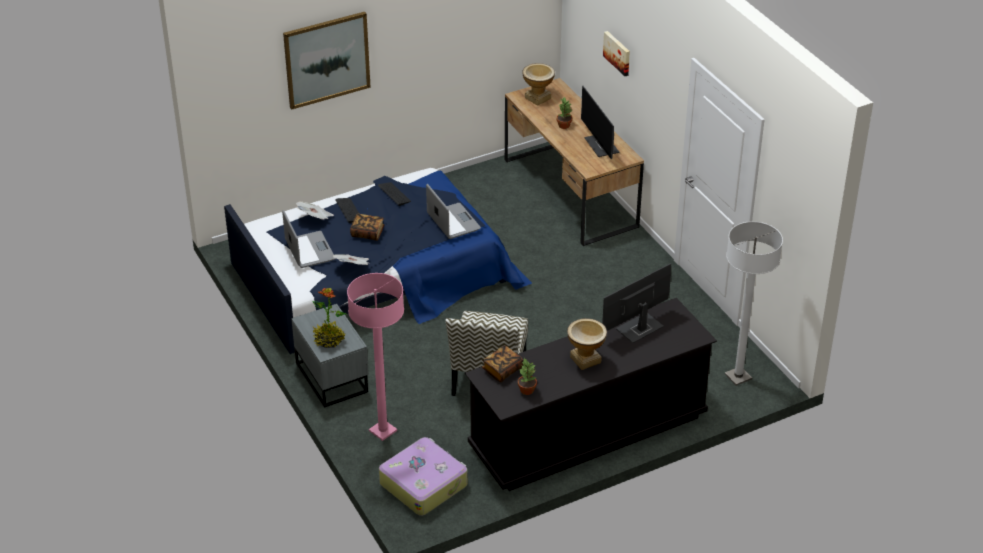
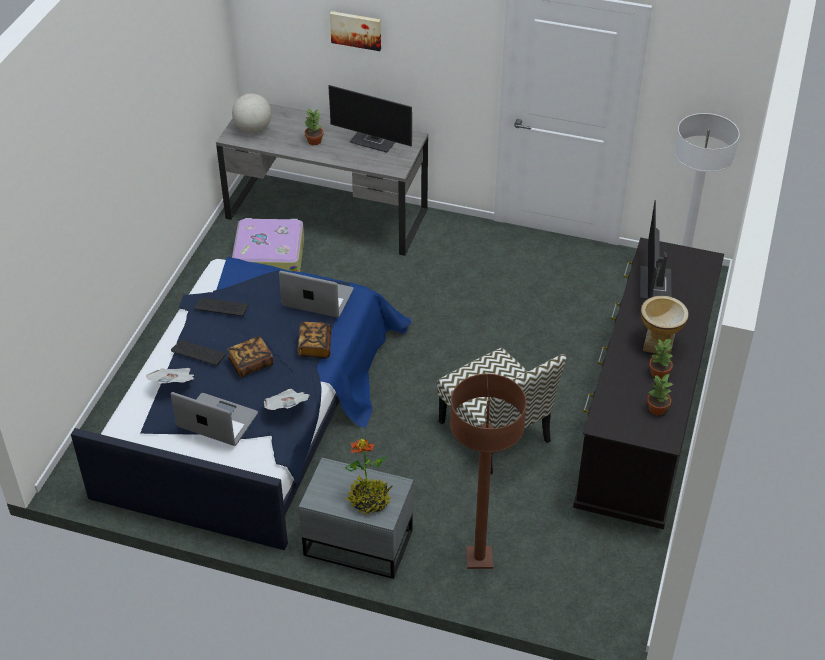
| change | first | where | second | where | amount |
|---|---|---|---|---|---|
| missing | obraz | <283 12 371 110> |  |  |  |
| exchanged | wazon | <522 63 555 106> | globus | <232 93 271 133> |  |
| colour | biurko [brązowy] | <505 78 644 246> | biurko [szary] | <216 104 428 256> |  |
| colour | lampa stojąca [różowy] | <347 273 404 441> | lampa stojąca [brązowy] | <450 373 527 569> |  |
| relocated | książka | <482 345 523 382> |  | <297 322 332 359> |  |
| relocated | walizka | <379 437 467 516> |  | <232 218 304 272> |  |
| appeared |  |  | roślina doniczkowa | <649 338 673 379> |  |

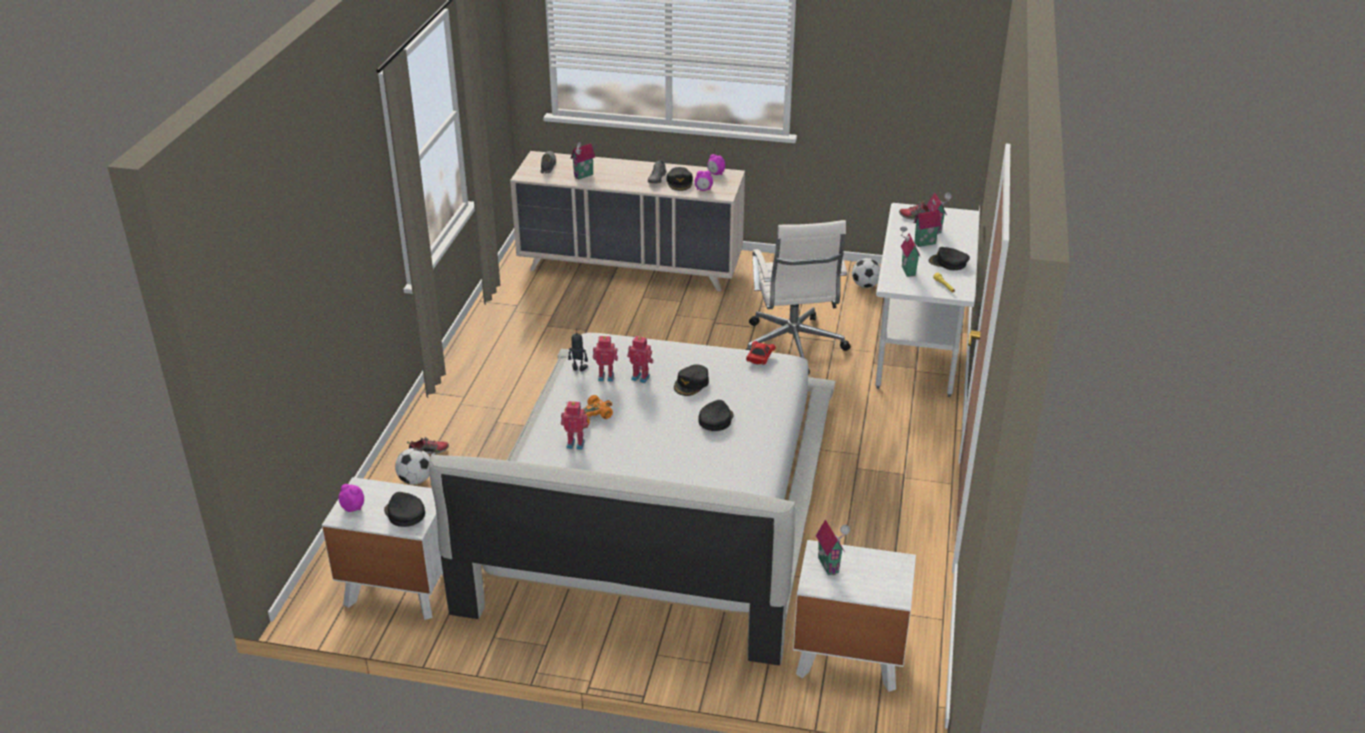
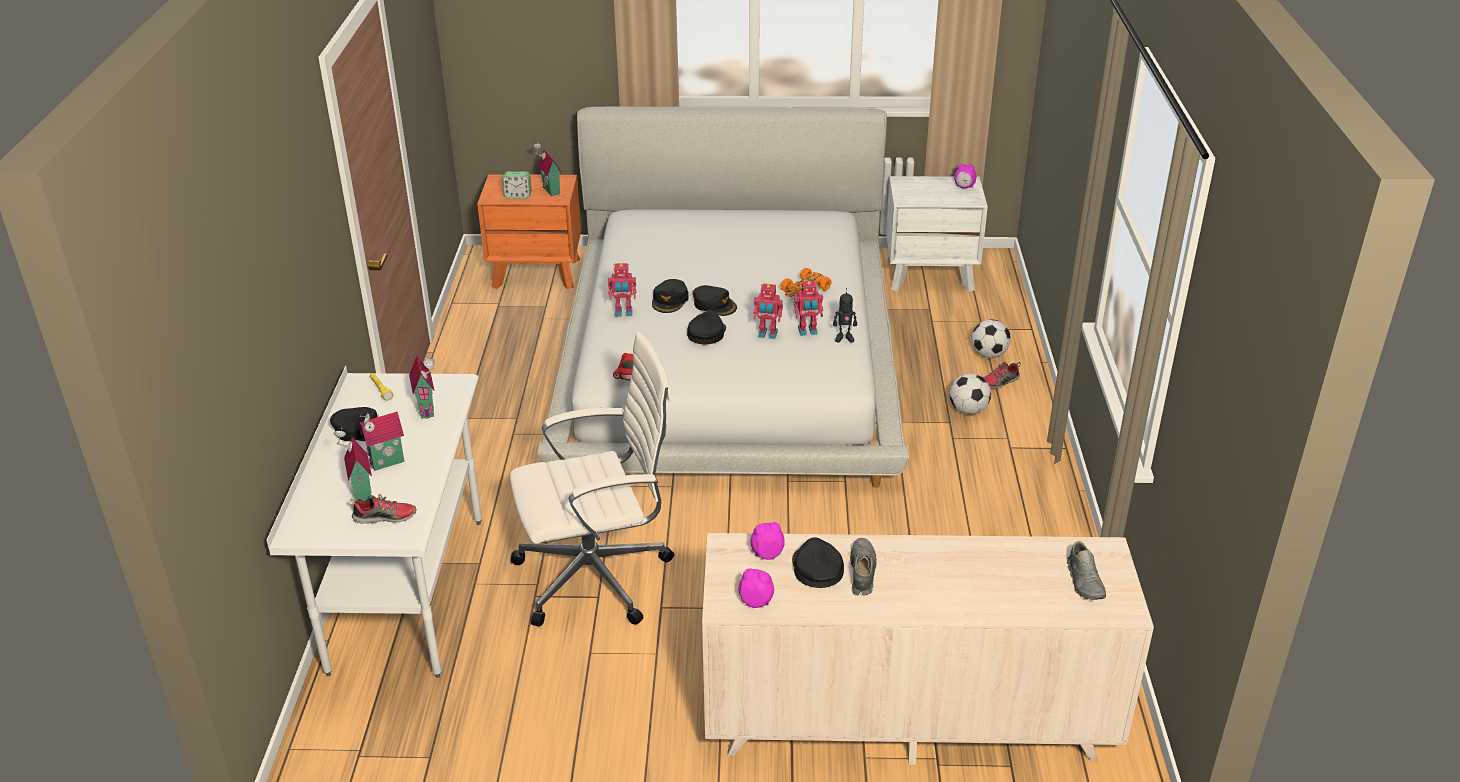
| change | first | where | second | where | amount |
|---|---|---|---|---|---|
| missing | domek | <570 142 595 180> |  |  |  |
| spun | krzesło biurowe [biały] | <745 220 850 375> |  | <509 332 674 627> | 90 degrees clockwise |
| relocated | piłka futbolowa | <852 258 880 288> |  | <949 373 991 415> |  |
| relocated | robot zabawkowy | <561 401 588 450> |  | <608 263 636 317> |  |
| relocated | czapka z daszkiem [czarny] | <384 492 425 527> |  | <693 285 737 316> |  |
| colour | szafka nocna [biały] | <793 540 916 692> | szafka nocna [pomarańczowy] | <477 174 581 289> |  |
| appeared |  |  | budzik | <502 171 531 199> |  |

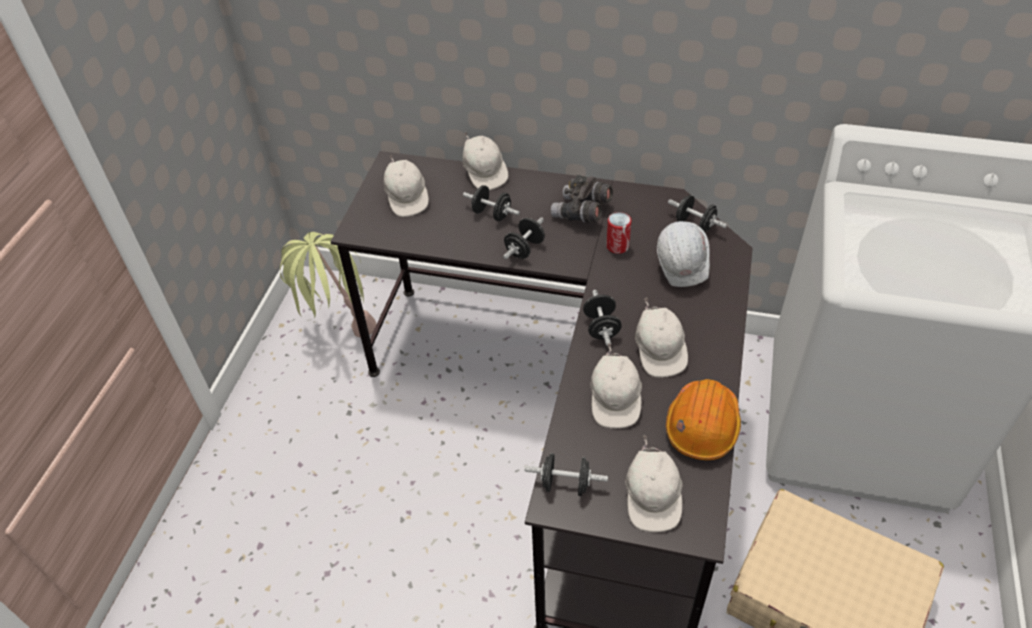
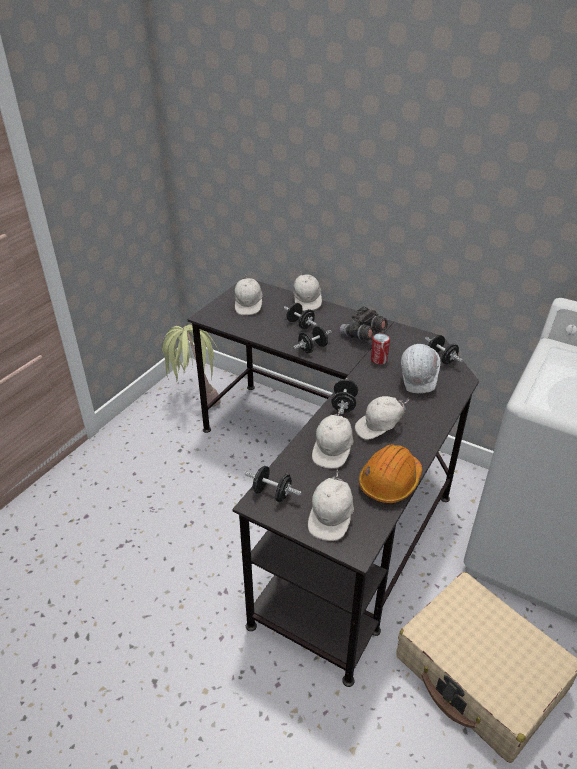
| change | first | where | second | where | amount |
|---|---|---|---|---|---|
| spun | czapka z daszkiem [biały] | <635 298 688 378> |  | <355 396 409 440> | 60 degrees clockwise |

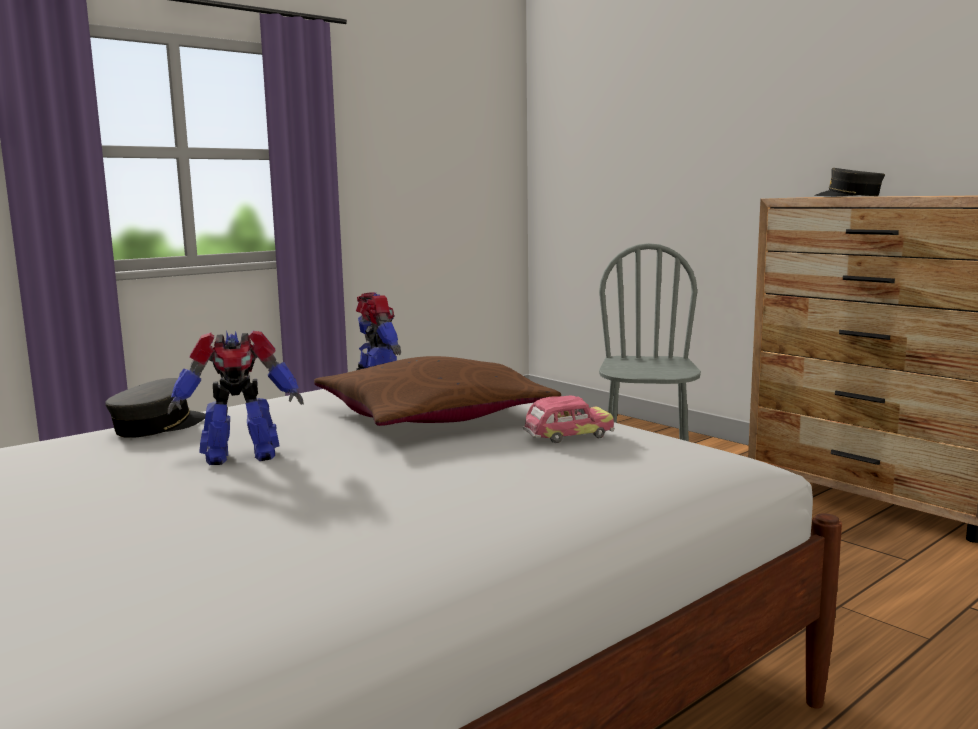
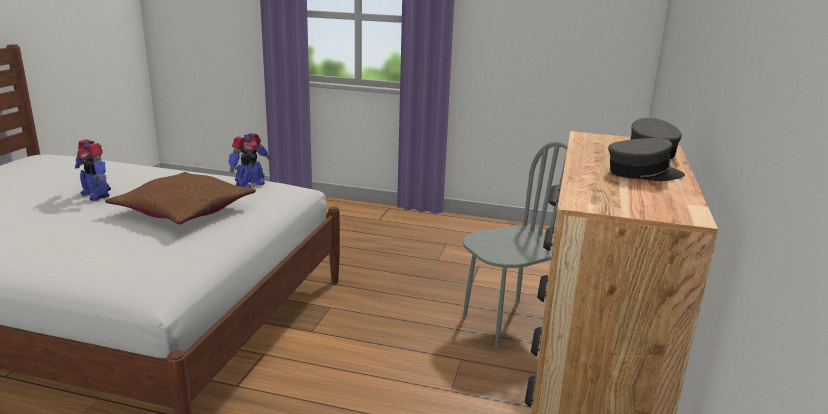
| change | first | where | second | where | amount |
|---|---|---|---|---|---|
| relocated | czapka z daszkiem [szary] | <105 378 206 438> |  | <608 138 685 181> |  |
| missing | samochodzik | <523 396 615 443> |  |  |  |

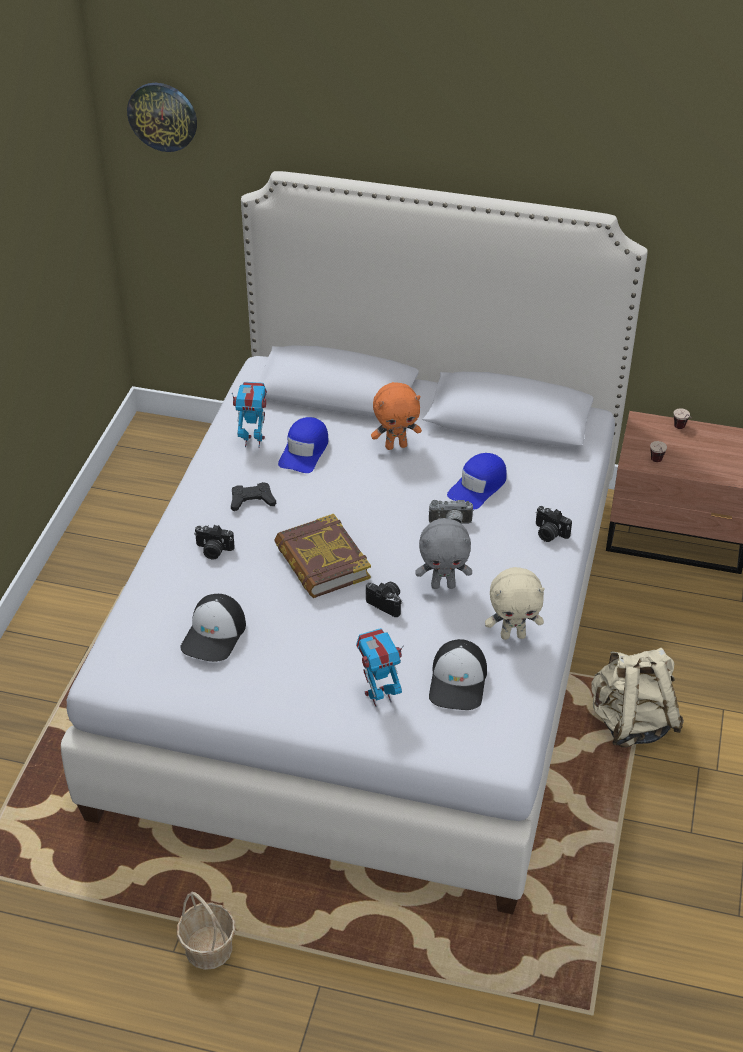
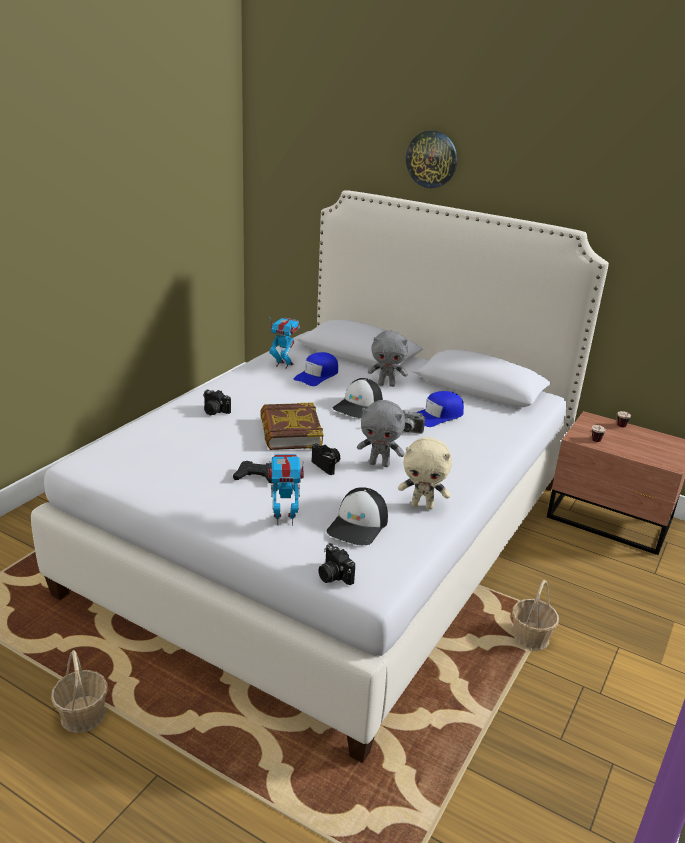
| change | first | where | second | where | amount |
|---|---|---|---|---|---|
| relocated | zegar ścienny | <127 83 197 152> |  | <406 130 457 188> |  |
| colour | pluszak [pomarańczowy] | <371 382 422 450> | pluszak [szary] | <368 331 408 387> |  |
| relocated | pad do gier [czarny] | <231 482 276 511> |  | <233 461 273 484> |  |
| relocated | aparat fotograficzny | <535 506 572 542> |  | <318 543 355 585> |  |
| relocated | czapka z daszkiem | <180 594 246 662> |  | <333 378 383 418> |  |
| exchanged | plecak [beżowy] | <591 648 684 747> | koszyk | <512 580 559 651> |  |

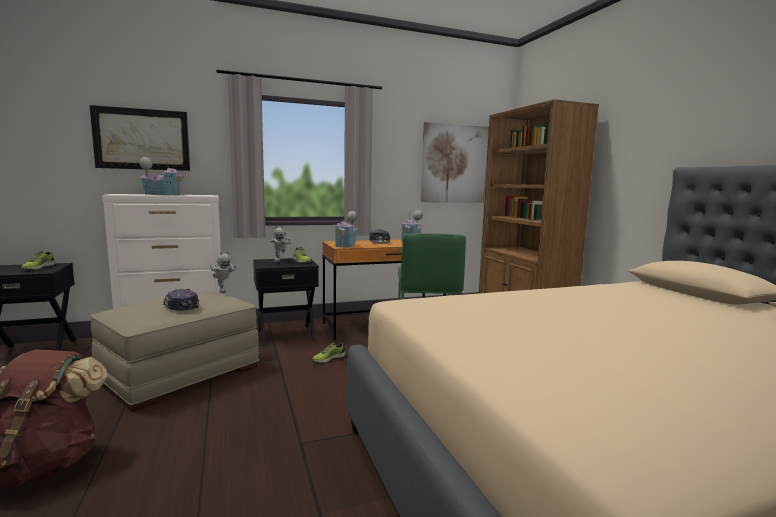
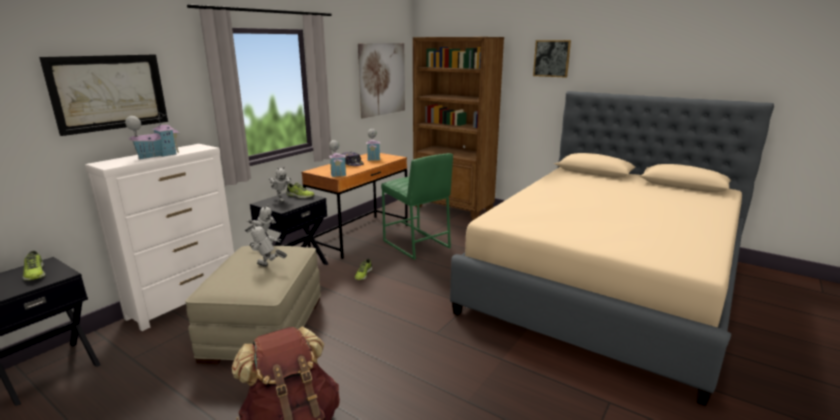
| change | first | where | second | where | amount |
|---|---|---|---|---|---|
| exchanged | czapka z daszkiem | <163 288 199 311> | robot zabawkowy | <249 223 287 267> |  |
| appeared |  |  | obraz | <533 40 571 78> |  |

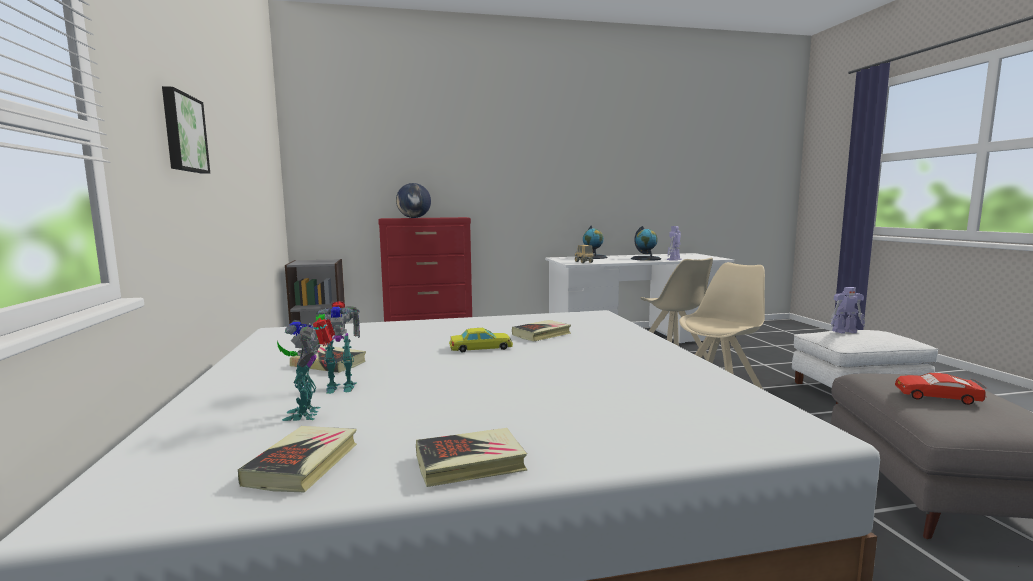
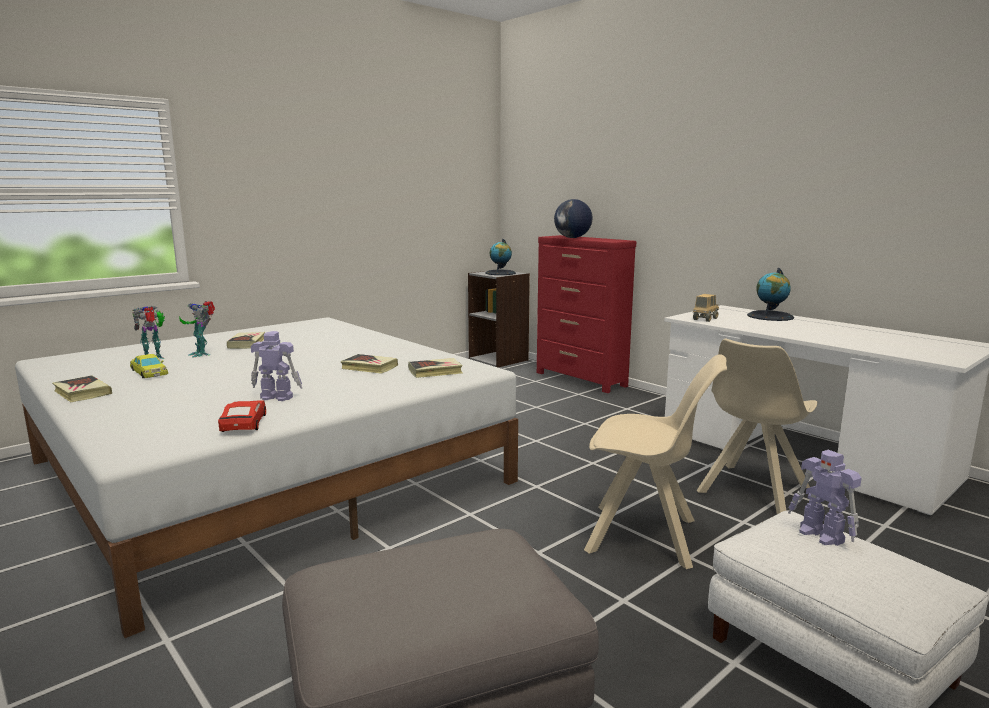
| change | first | where | second | where | amount |
|---|---|---|---|---|---|
| missing | obraz | <162 86 210 173> |  |  |  |
| relocated | globus | <631 226 661 261> |  | <485 239 516 275> |  |
| relocated | robot zabawkowy | <667 226 681 261> |  | <251 331 302 401> |  |
| relocated | samochodzik [żółty] | <449 328 513 352> |  | <130 354 168 378> |  |
| relocated | samochodzik [czerwony] | <895 373 988 405> |  | <218 400 266 432> |  |
| relocated | książka | <238 426 357 493> |  | <408 358 462 378> |  |

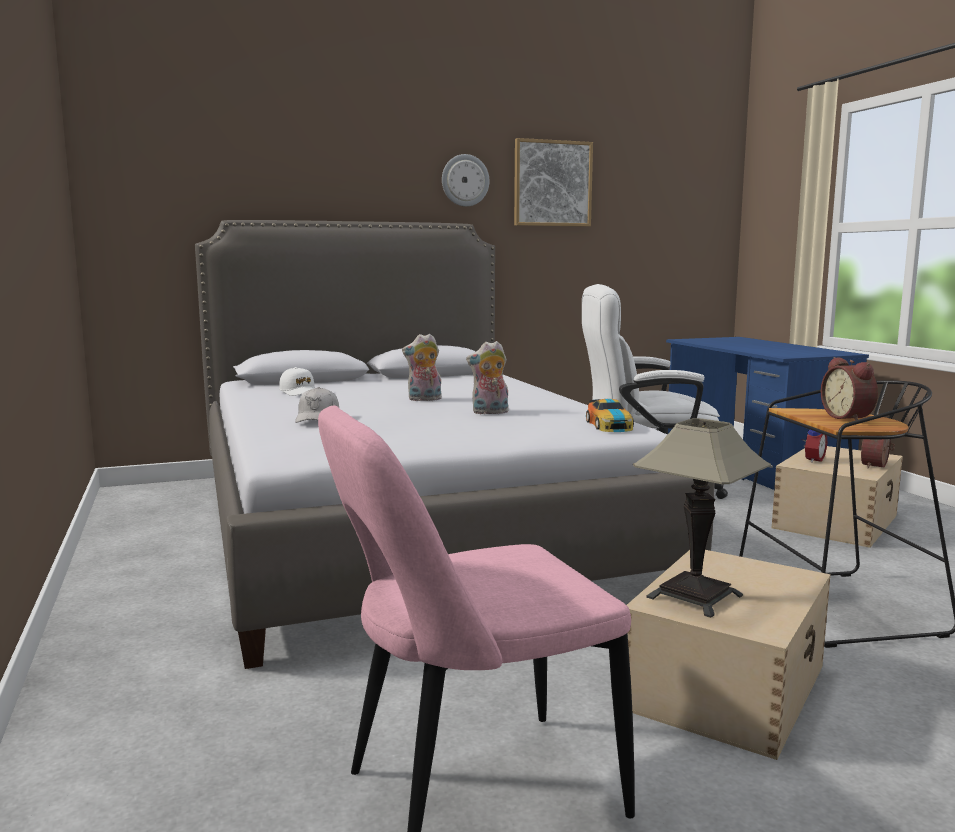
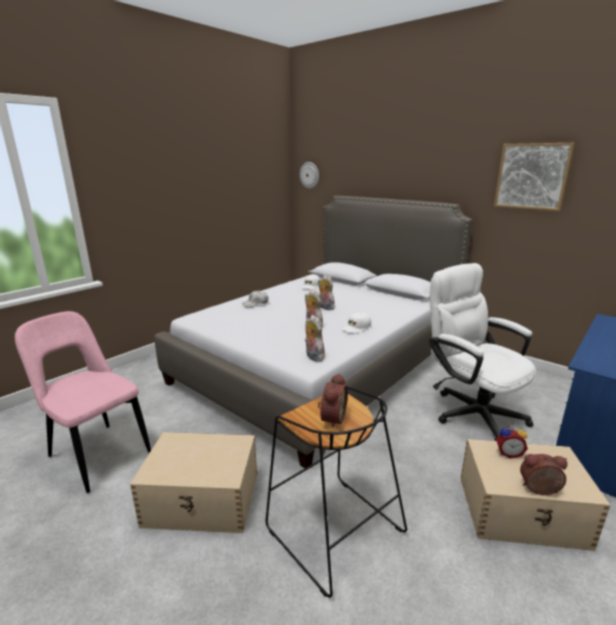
| change | first | where | second | where | amount |
|---|---|---|---|---|---|
| relocated | zegar ścienny | <442 154 489 207> |  | <300 162 319 189> |  |
| spun | budzik | <821 357 878 421> |  | <318 373 348 429> | 150 degrees clockwise |
| exchanged | samochodzik | <586 399 634 432> | pluszak | <305 315 325 362> |  |
| missing | lampa stołowa | <633 418 771 618> |  |  |  |
| appeared |  |  | czapka z daszkiem [biały] | <342 312 371 334> |  |

